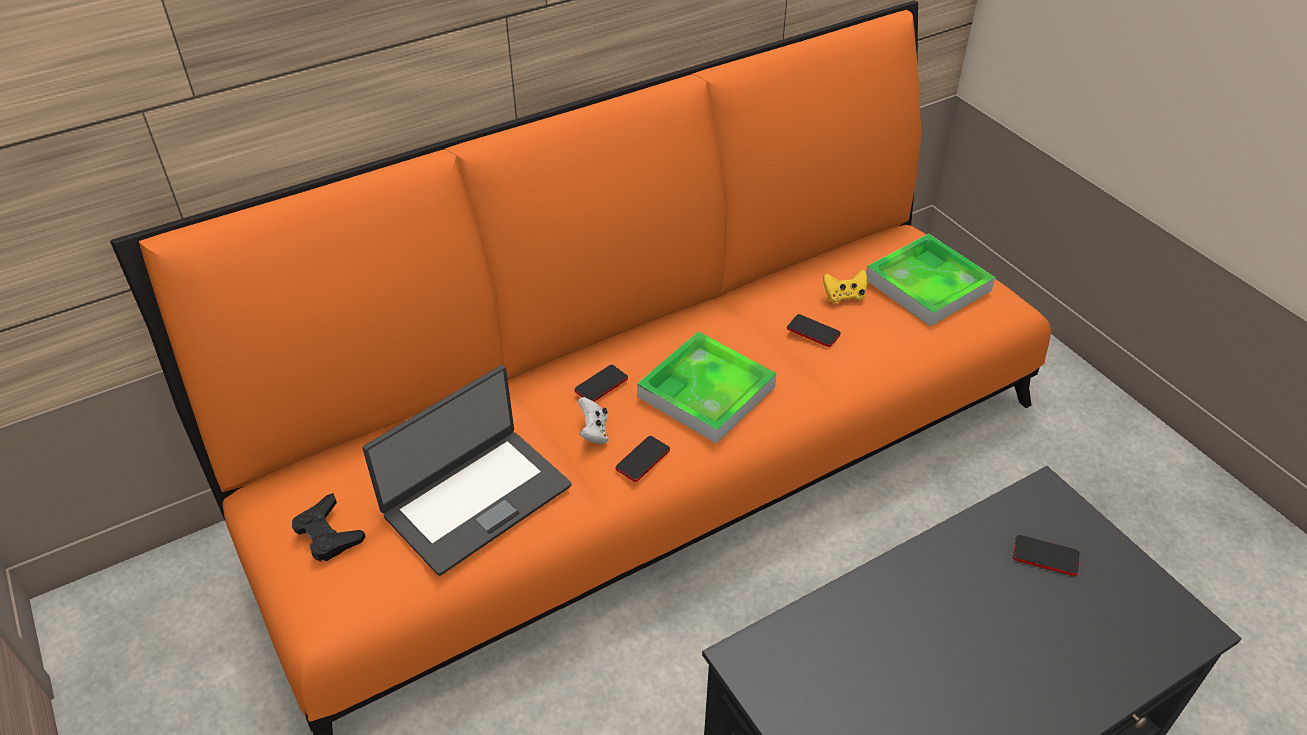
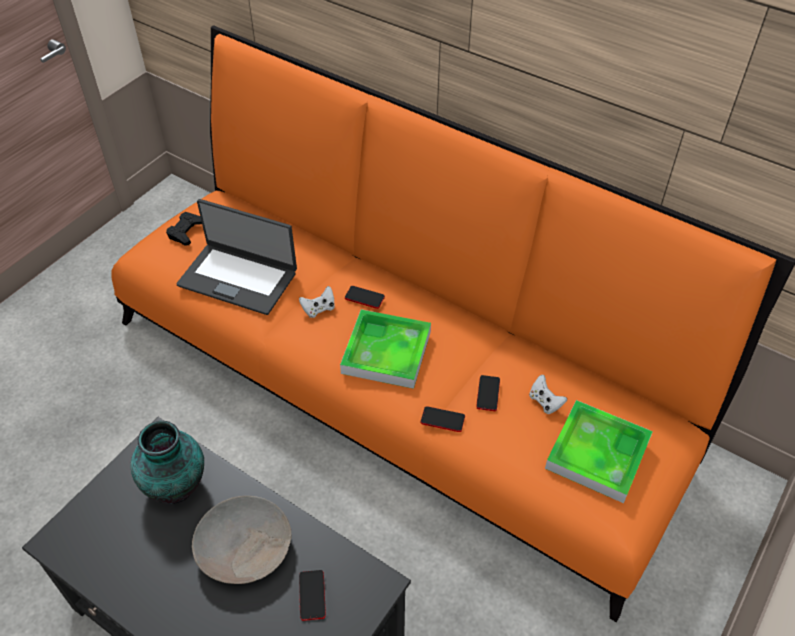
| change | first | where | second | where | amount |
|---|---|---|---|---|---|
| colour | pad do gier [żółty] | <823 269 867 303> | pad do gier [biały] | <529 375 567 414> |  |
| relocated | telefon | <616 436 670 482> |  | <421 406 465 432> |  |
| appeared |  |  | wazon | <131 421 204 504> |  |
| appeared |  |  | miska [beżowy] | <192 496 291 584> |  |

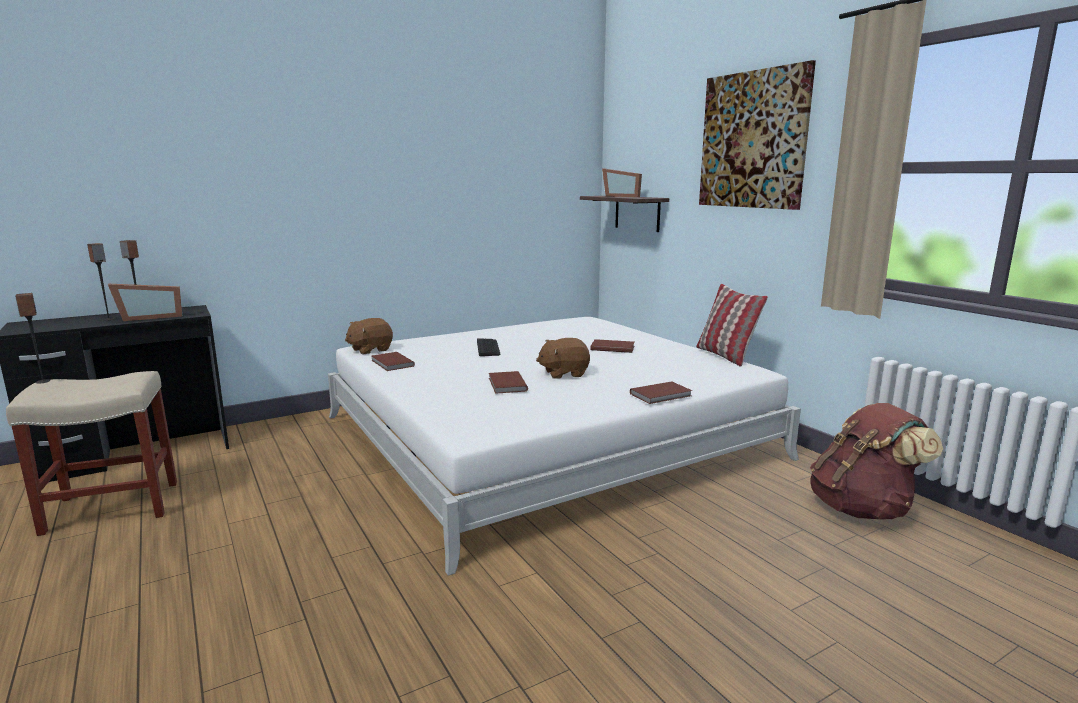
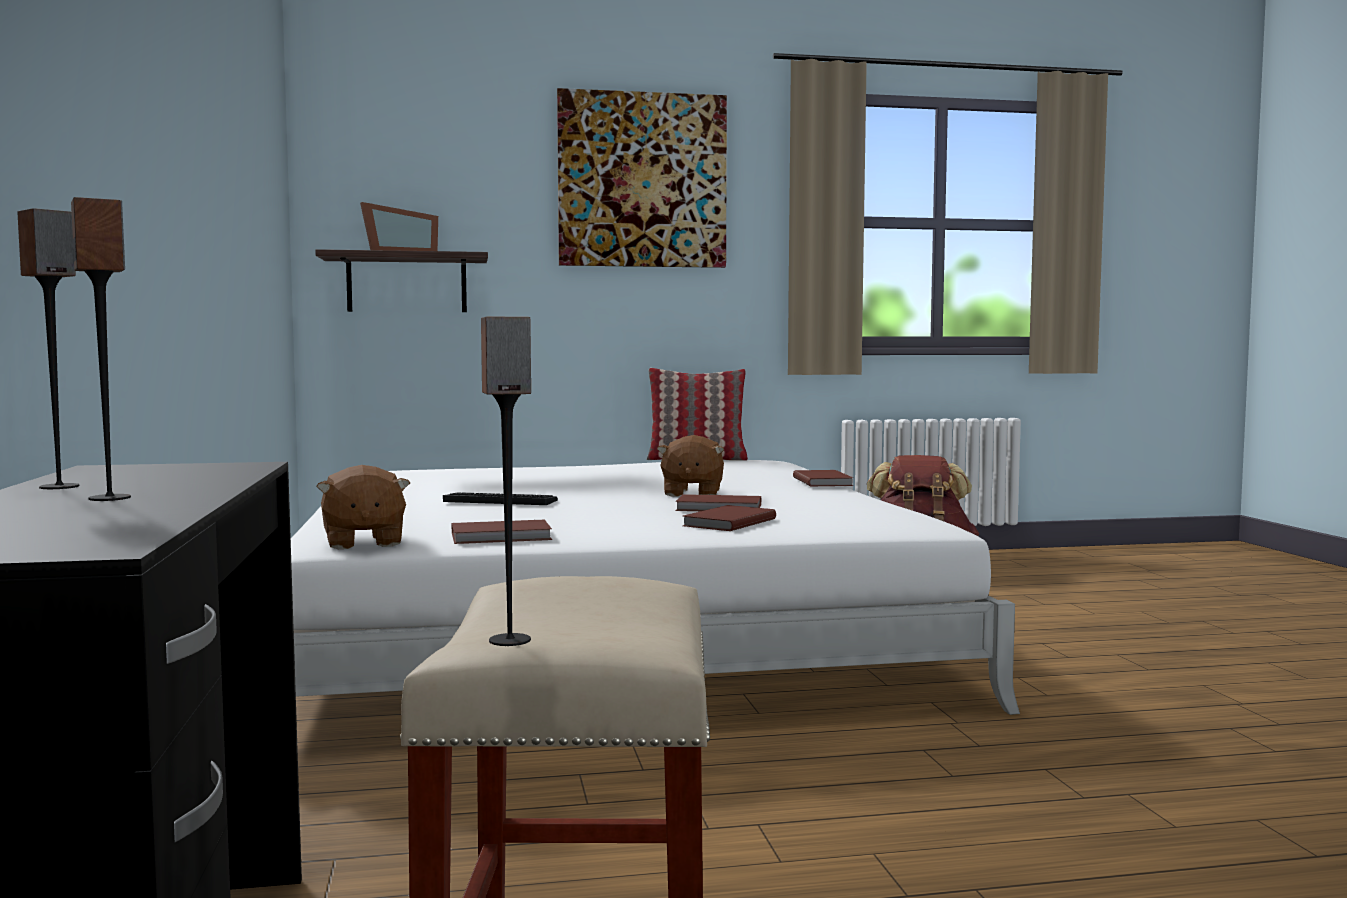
| change | first | where | second | where | amount |
|---|---|---|---|---|---|
| missing | ramka na zdjęcie | <108 284 182 321> |  |  |  |
| relocated | książka [brązowy] | <590 339 634 353> |  | <683 505 776 531> |  |

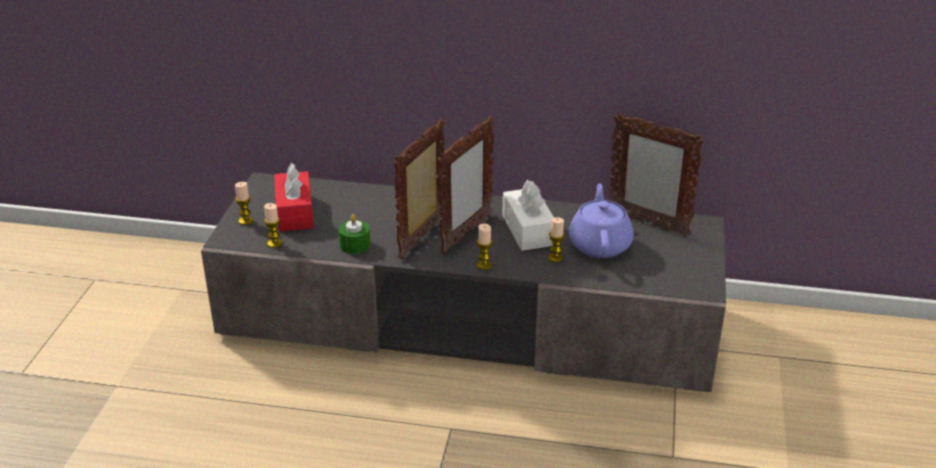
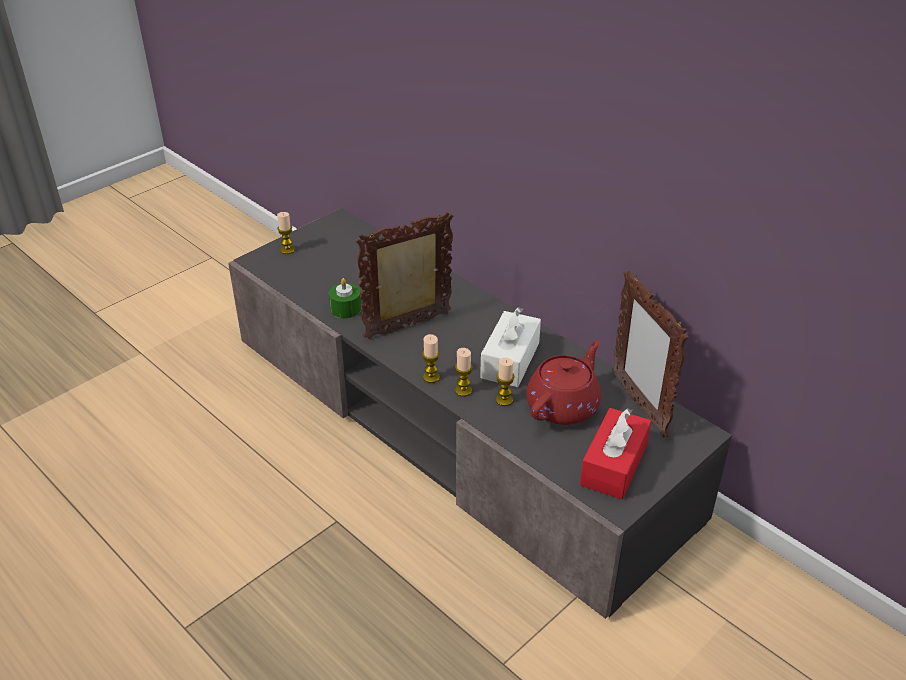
| change | first | where | second | where | amount |
|---|---|---|---|---|---|
| missing | ramka na zdjęcie | <438 115 494 254> |  |  |  |
| relocated | pudełko chusteczek [czerwony] | <274 163 314 232> |  | <580 408 651 499> |  |
| colour | imbryk [fioletowy] | <569 183 633 258> | imbryk [czerwony] | <526 340 601 425> |  |
| relocated | świeca | <264 203 283 248> |  | <455 348 473 397> |  |

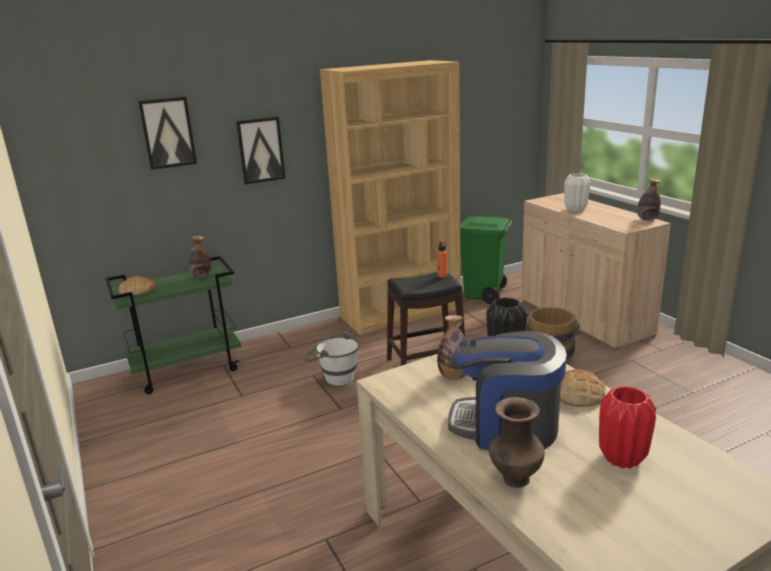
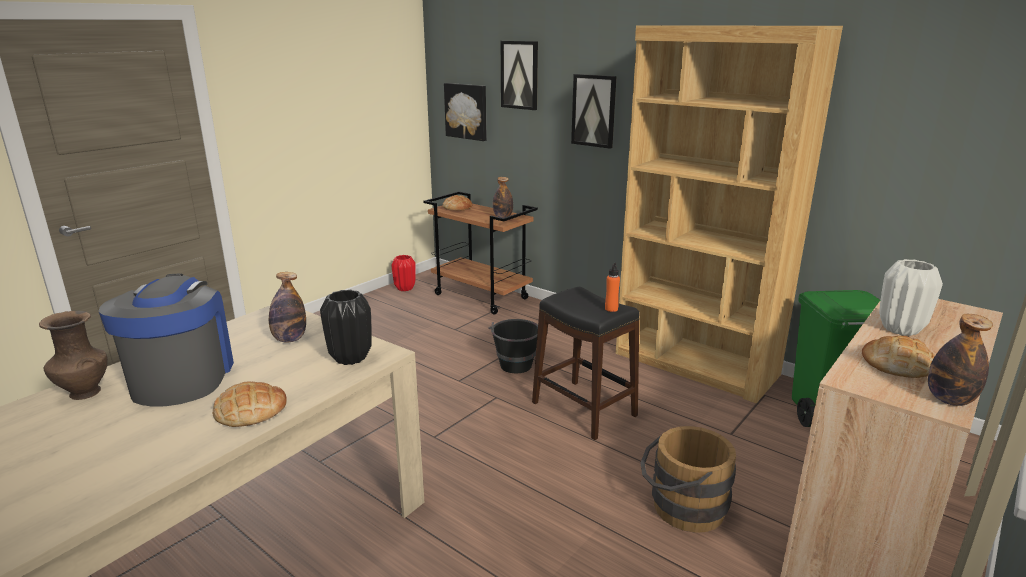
| change | first | where | second | where | amount |
|---|---|---|---|---|---|
| colour | wózek [zielony] | <105 256 241 394> | wózek [brązowy] | <424 191 538 315> |  |
| colour | wiadro [biały] | <304 331 360 386> | wiadro [czarny] | <488 319 538 373> |  |
| relocated | wazon [czerwony] | <599 386 656 468> |  | <392 255 416 291> |  |
| appeared |  |  | obraz | <444 83 487 141> |  |
| appeared |  |  | chleb | <862 336 935 378> |  |

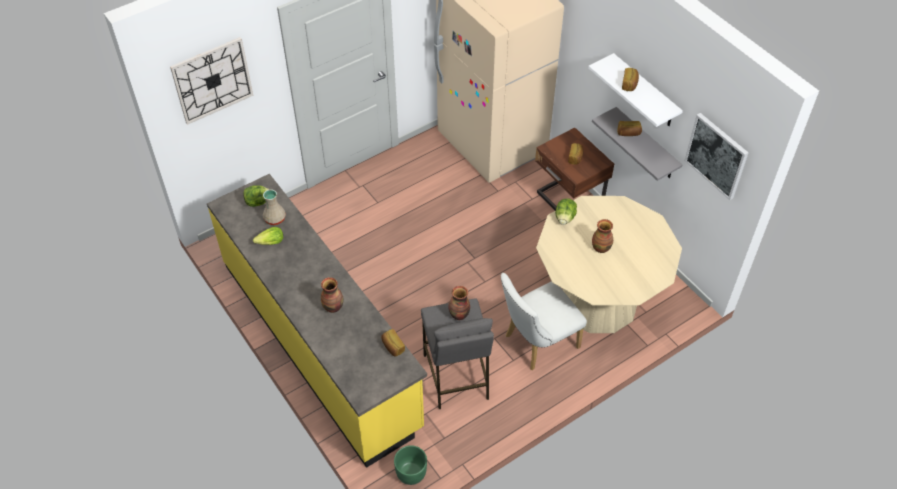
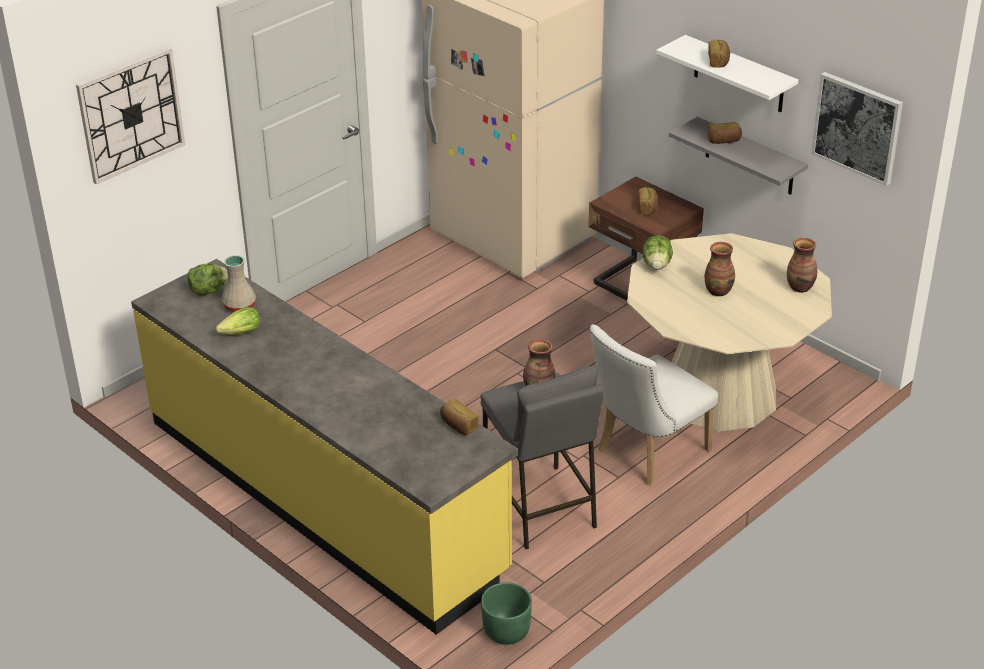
| change | first | where | second | where | amount |
|---|---|---|---|---|---|
| relocated | wazon | <321 277 344 313> |  | <787 238 817 293> |  |

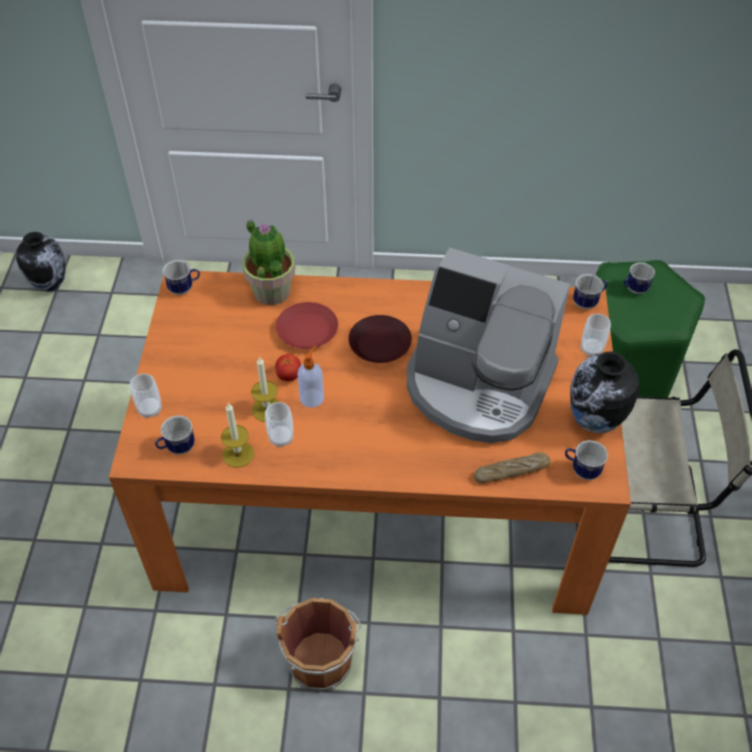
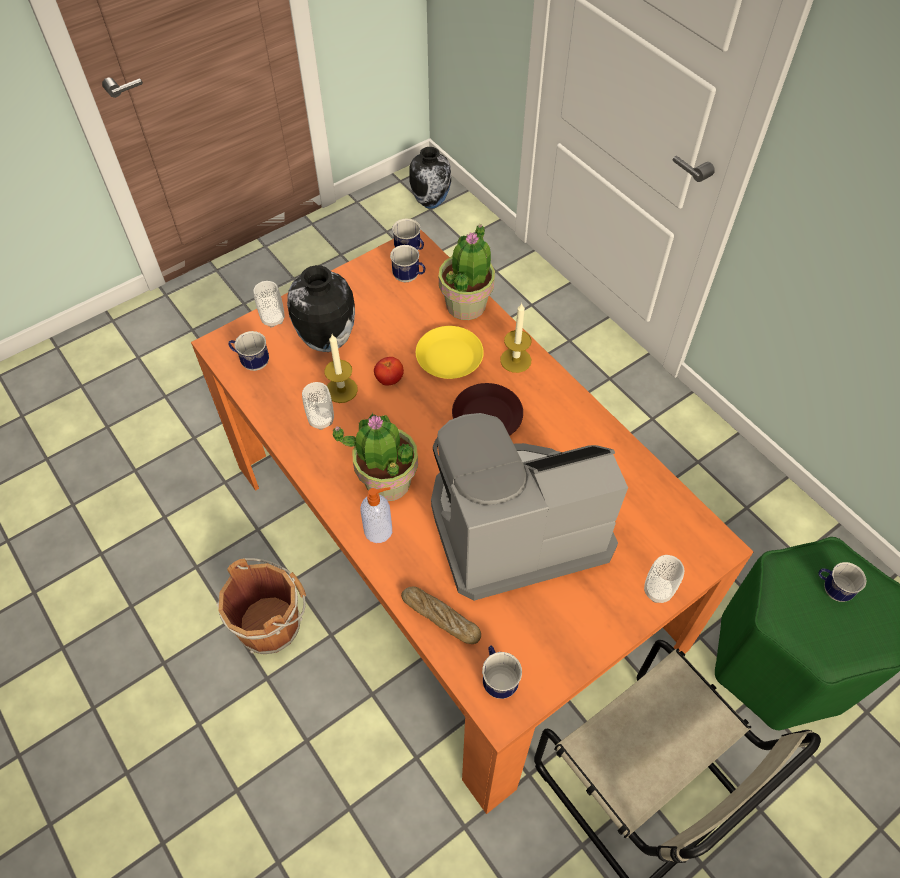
| change | first | where | second | where | amount |
|---|---|---|---|---|---|
| spun | ekspres do kawy | <407 248 570 443> |  | <431 413 628 601> | 90 degrees clockwise |
| relocated | kubek | <573 274 608 309> |  | <390 245 425 282> |  |
| colour | talerz [czerwony] | <276 302 338 349> | talerz [żółty] | <416 326 484 379> |  |
| relocated | dozownik mydła | <297 346 324 408> |  | <360 487 392 543> |  |
| relocated | wazon | <570 351 639 433> |  | <287 265 355 352> |  |
| relocated | świeca | <221 403 254 467> |  | <500 302 531 373> |  |
| appeared |  |  | roślina doniczkowa | <333 413 418 501> |  |

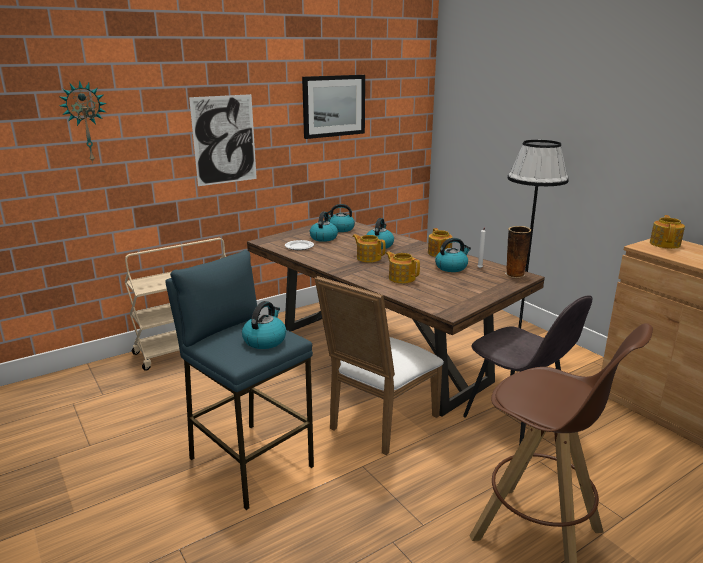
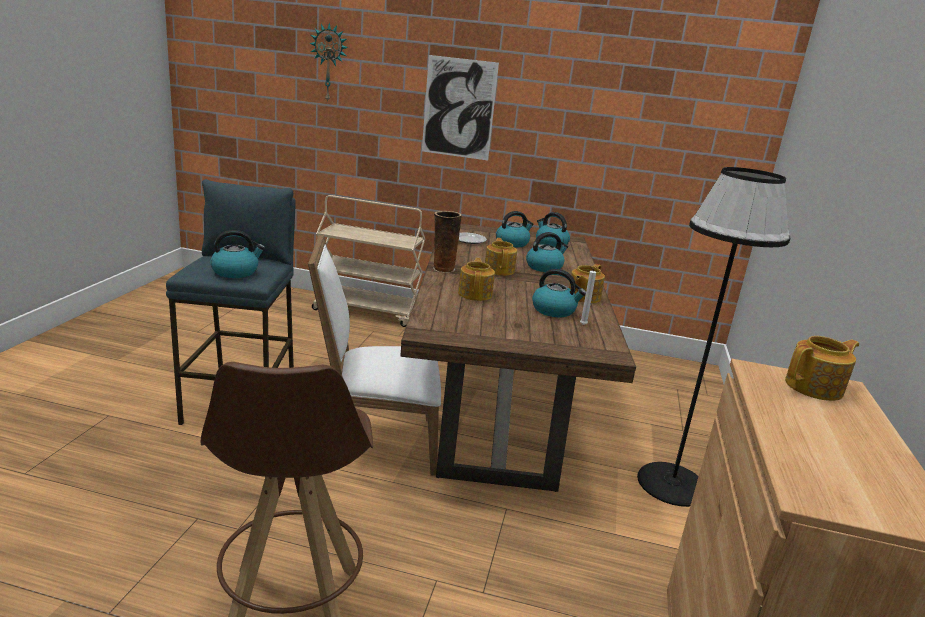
| change | first | where | second | where | amount |
|---|---|---|---|---|---|
| missing | obraz | <302 75 365 139> |  |  |  |
| relocated | wazon | <505 226 531 278> |  | <433 211 462 273> |  |
| missing | krzesło [szary] | <463 295 592 445> |  |  |  |

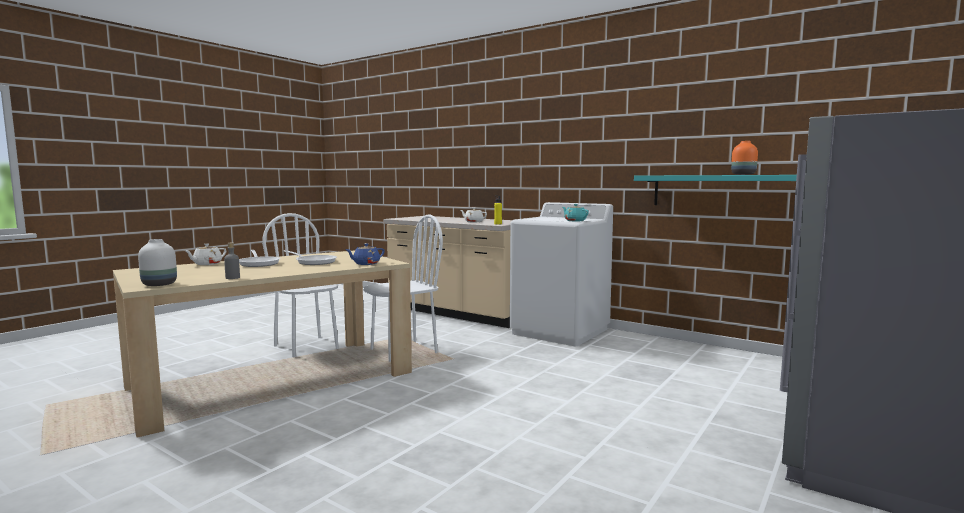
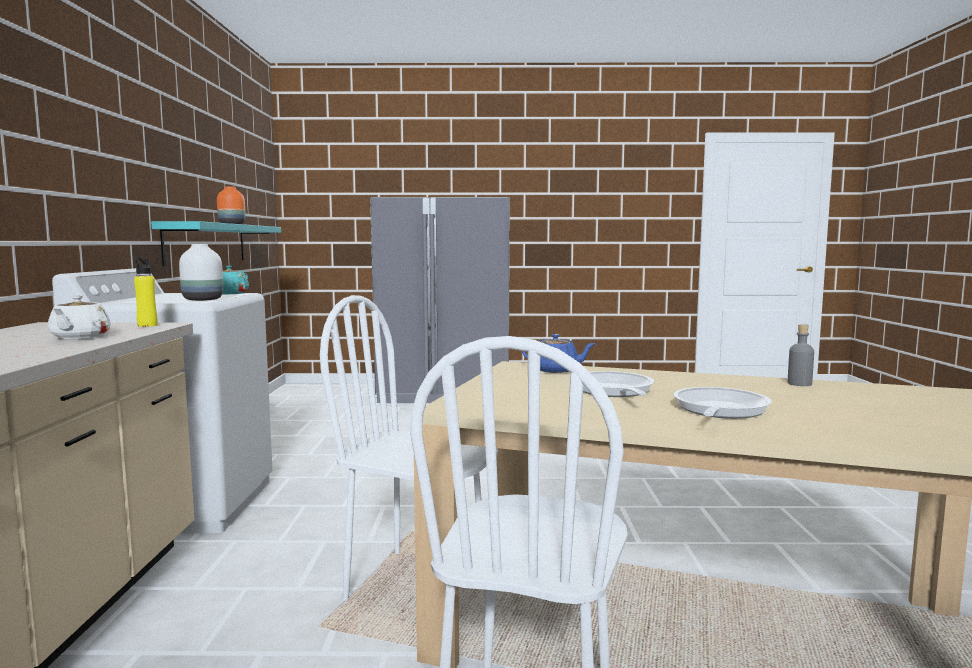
| change | first | where | second | where | amount |
|---|---|---|---|---|---|
| relocated | wazon [biały] | <138 239 177 286> |  | <179 244 223 301> |  |
| missing | imbryk [biały] | <184 243 226 265> |  |  |  |

